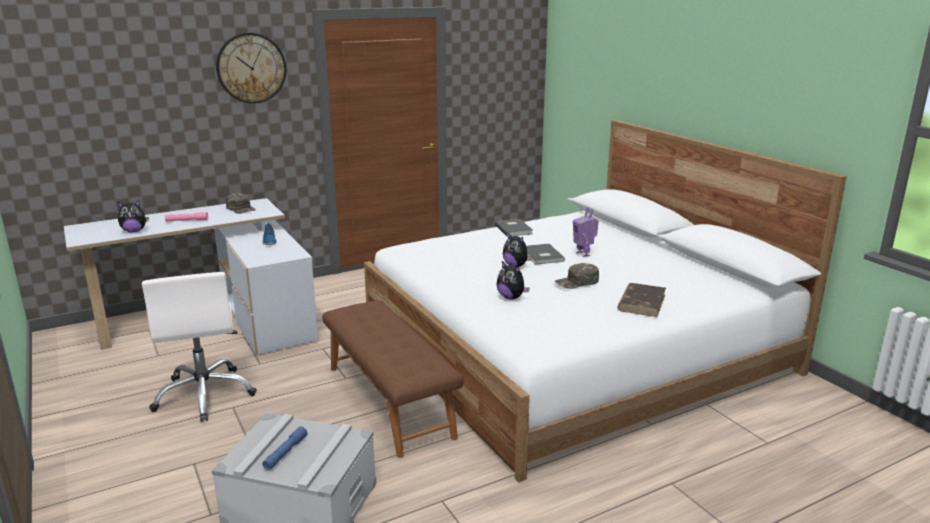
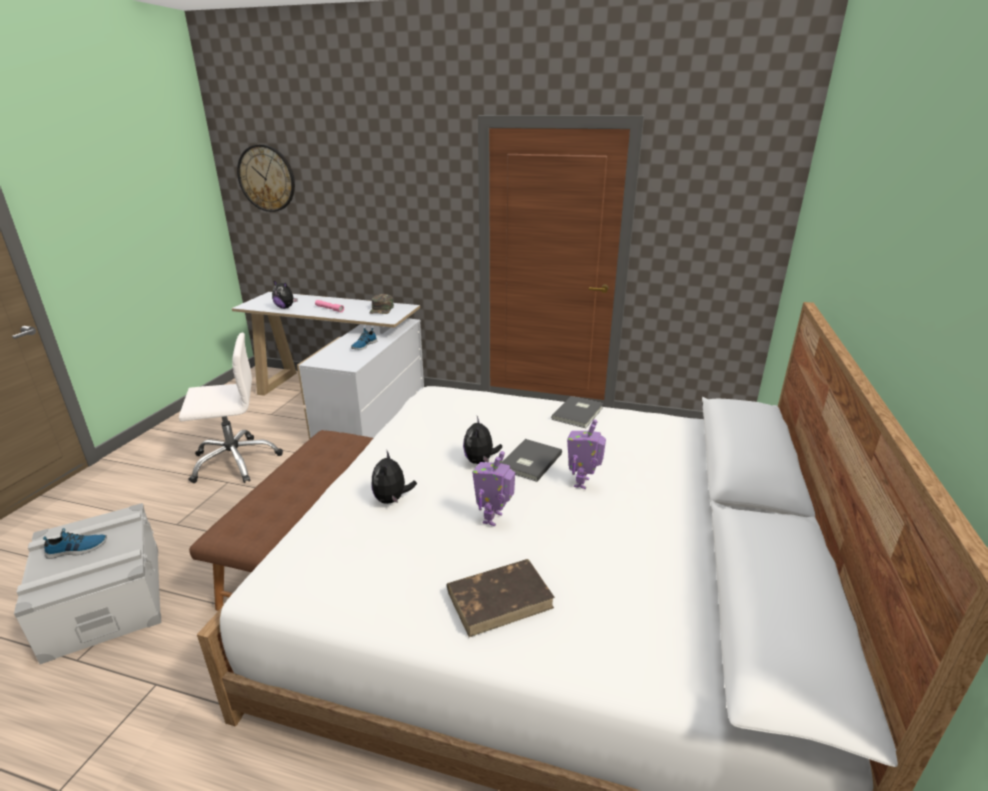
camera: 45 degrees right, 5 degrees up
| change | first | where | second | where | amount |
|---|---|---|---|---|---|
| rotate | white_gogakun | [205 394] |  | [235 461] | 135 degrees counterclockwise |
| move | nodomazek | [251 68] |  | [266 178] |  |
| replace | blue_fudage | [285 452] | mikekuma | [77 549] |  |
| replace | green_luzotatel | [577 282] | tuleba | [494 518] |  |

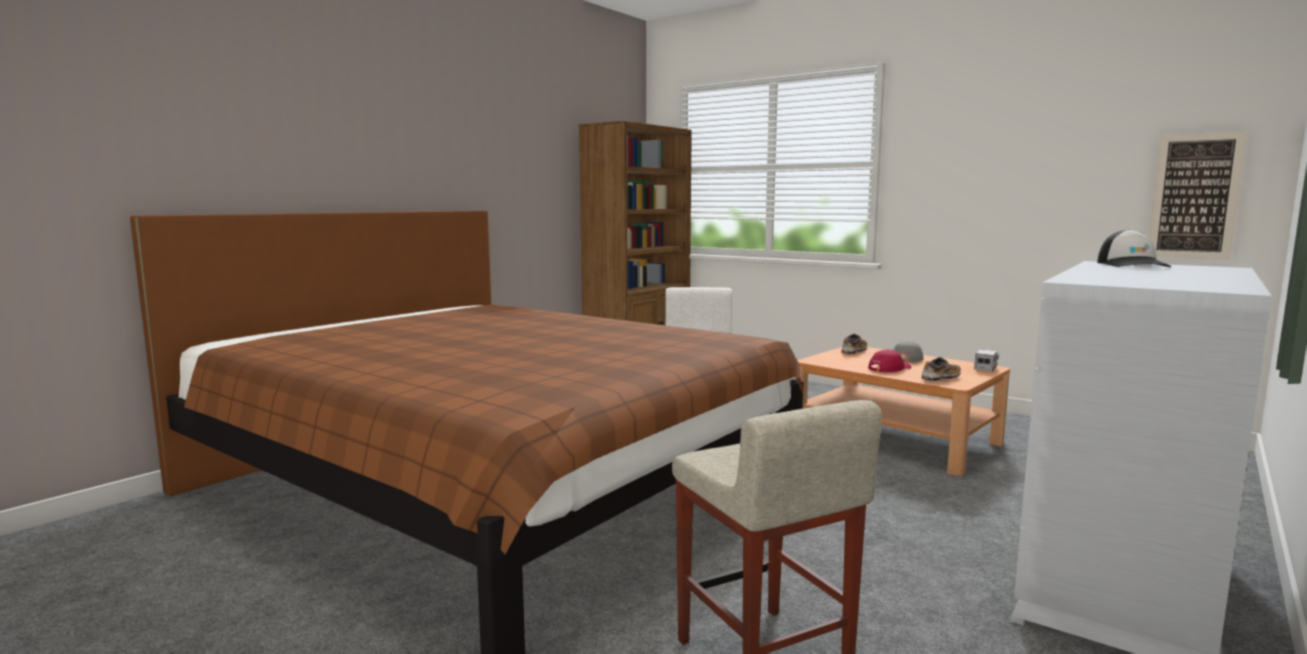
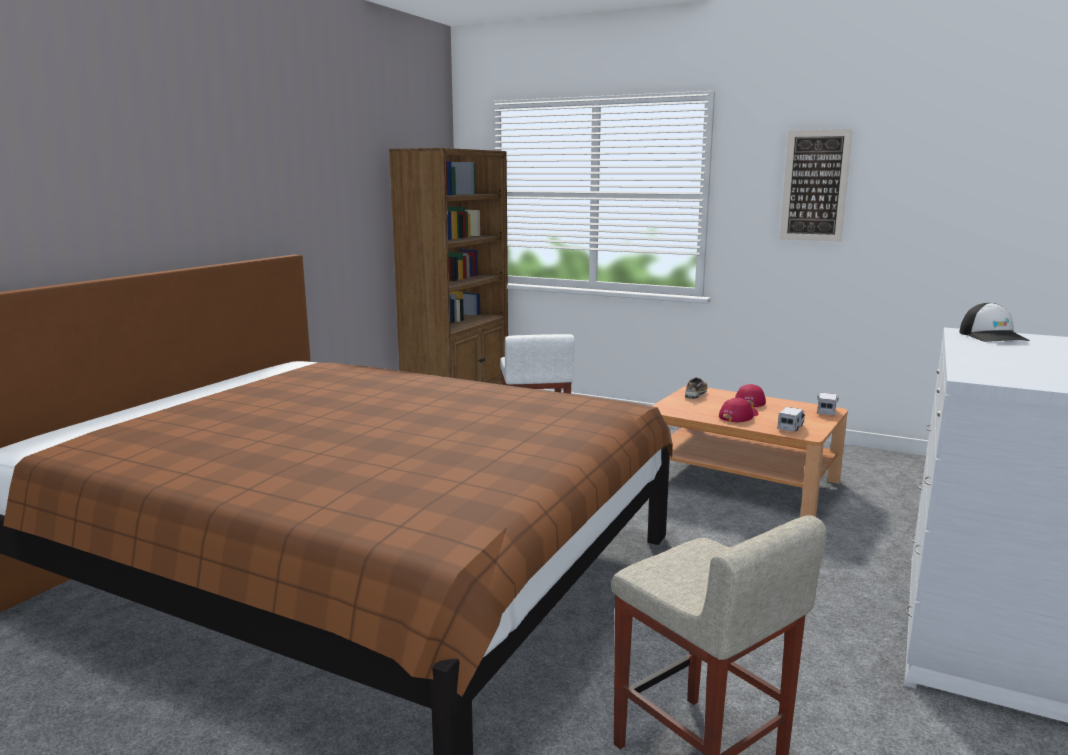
camera: 10 degrees left, 5 degrees up
| change | first | where | second | where | amount |
|---|---|---|---|---|---|
| recolor | grey_luzotatel | [907 358] | red_luzotatel | [750 401] |  |
| replace | mikekuma | [940 378] | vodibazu | [791 427] |  |
| move | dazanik | [1194 196] |  | [815 186] |  |

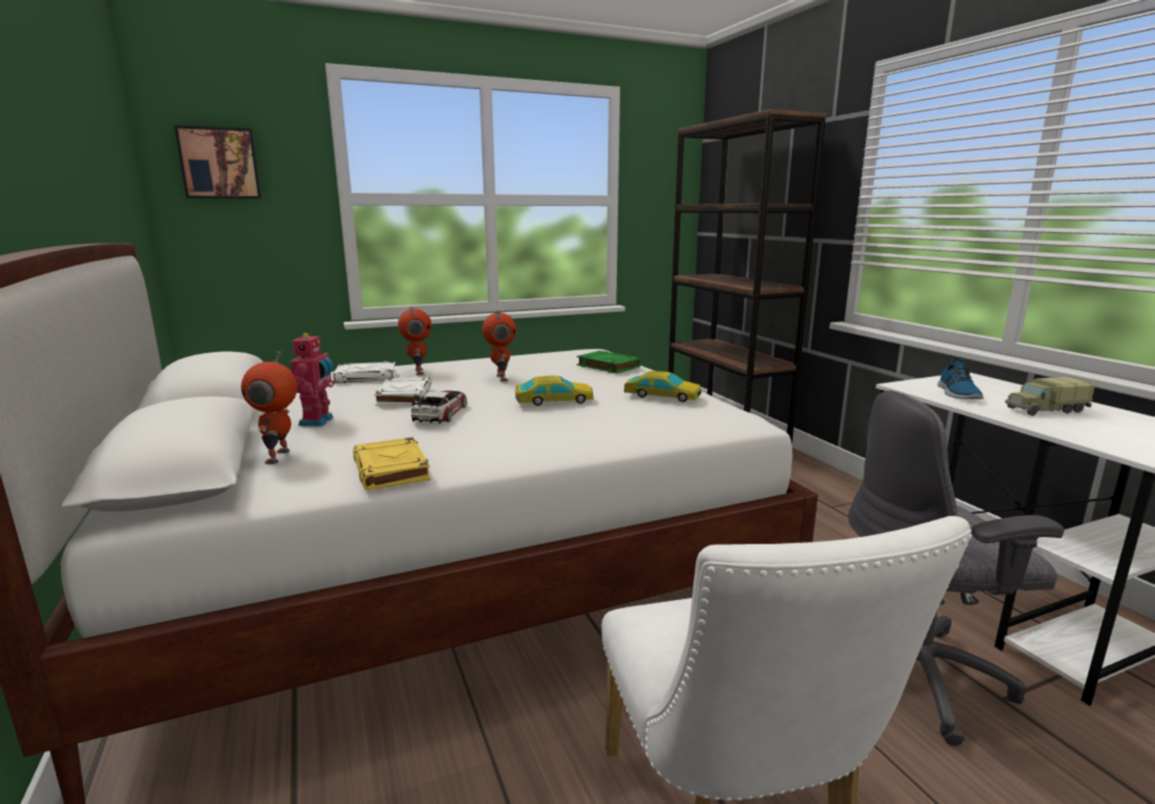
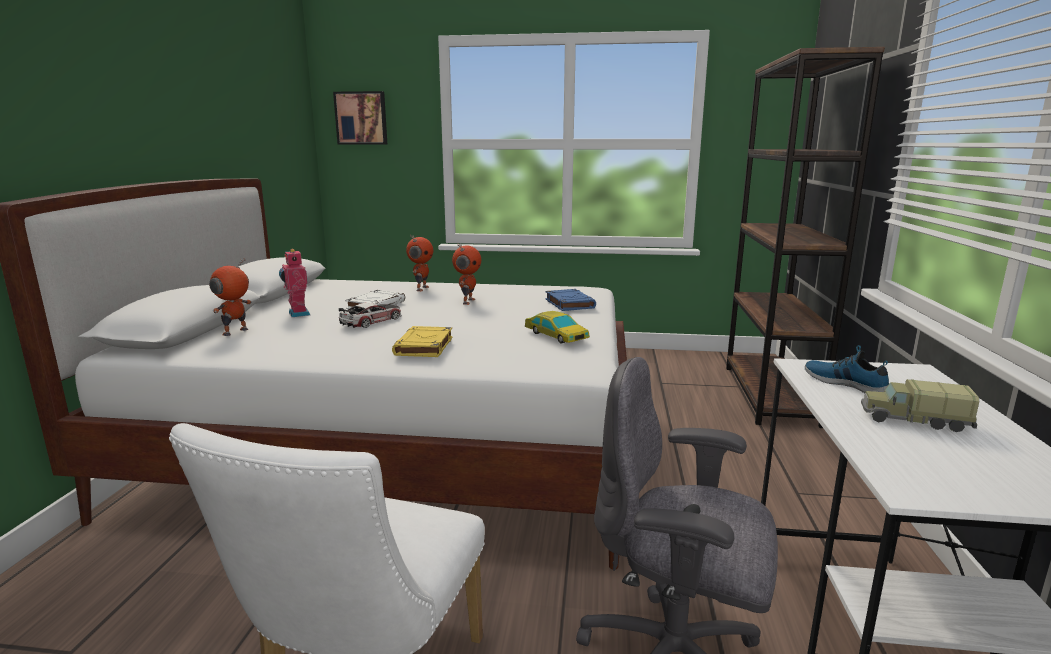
camera: 30 degrees right, 0 degrees up
| change | first | where | second | where | amount |
|---|---|---|---|---|---|
| rotate | tuleba | [318 421] |  | [297 314] | 120 degrees clockwise |
| delete | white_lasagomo | [367 377] |  |  |  |
| move | yellow_lasagomo | [392 470] |  | [424 347] |  |
| delete | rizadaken | [554 400] |  |  |  |
| recolor | green_lasagomo | [607 366] | blue_lasagomo | [569 304] |  |
| rotate | mikekuma | [957 393] |  | [845 383] | 105 degrees clockwise |

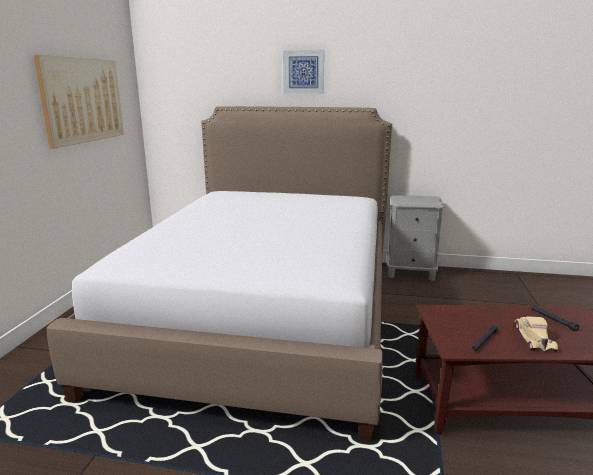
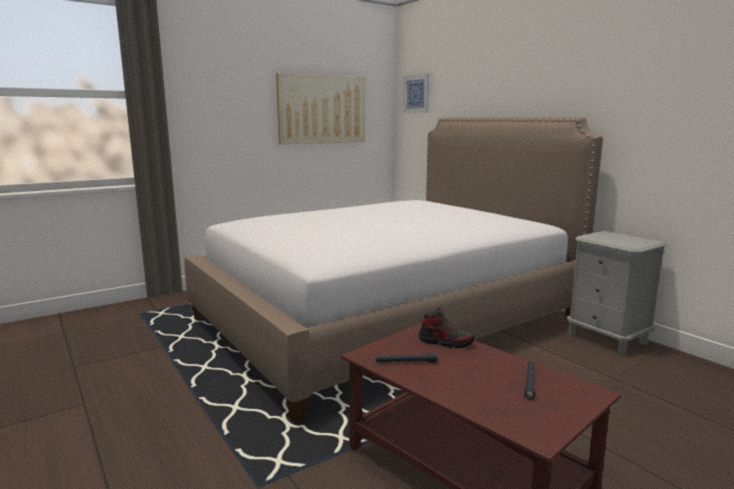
camera: 45 degrees right, 5 degrees down
| change | first | where | second | where | amount |
|---|---|---|---|---|---|
| move | dazanik | [303 72] |  | [416 93] |  |
| delete | beige_rizadaken | [533 338] |  |  |  |
| insert |  |  | mikekuma | [446 342] |  |

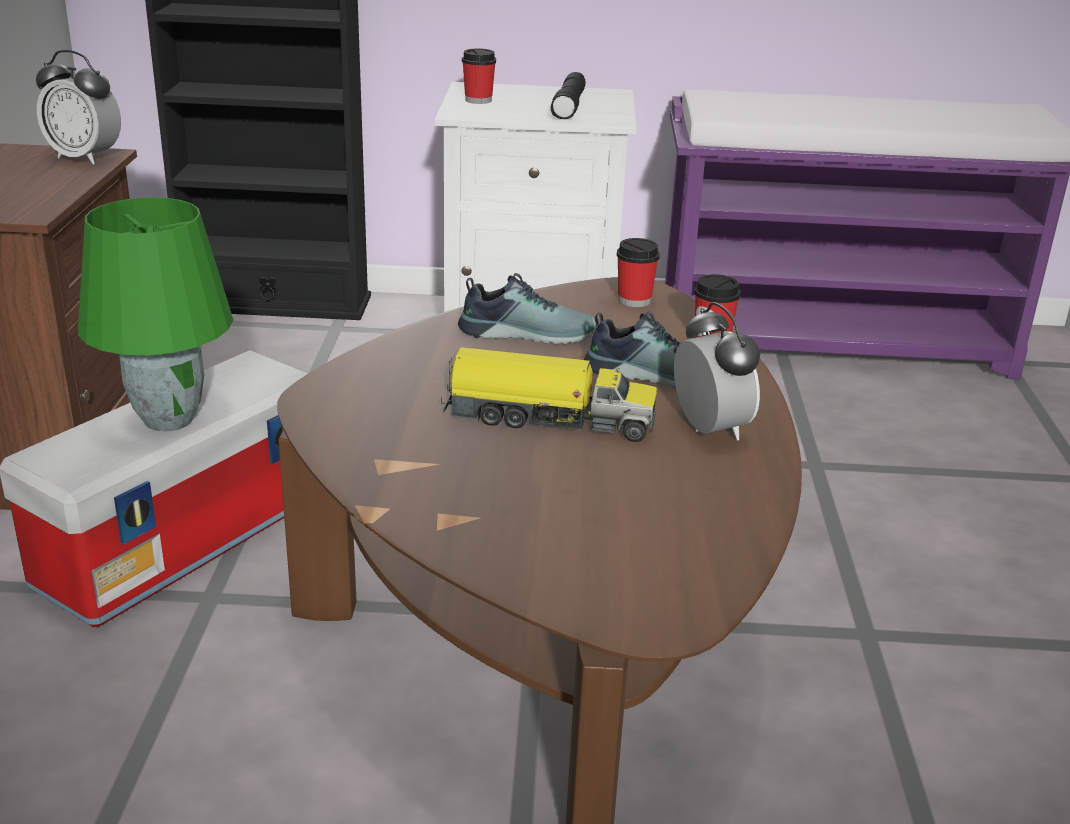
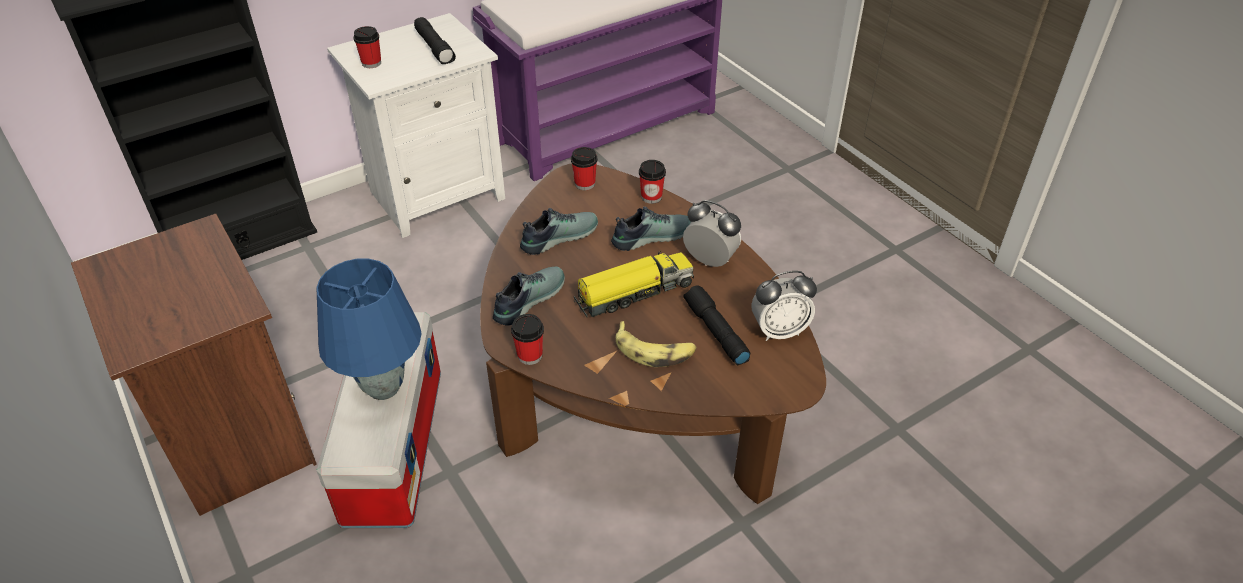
camera: 35 degrees left, 15 degrees up
| change | first | where | second | where | amount |
|---|---|---|---|---|---|
| move | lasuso | [85 158] |  | [779 331] |  |
| recolor | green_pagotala | [168 419] | blue_pagotala | [382 388] |  |
| insert |  |  | mikekuma | [527 299] |  |
| insert |  |  | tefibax | [530 355] |  |
| insert |  |  | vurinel | [654 351] |  |
| insert |  |  | black_fudage | [714 332] |  |

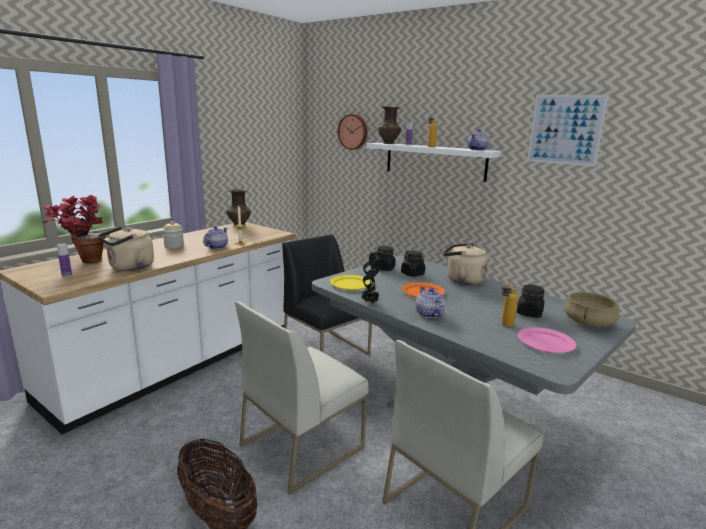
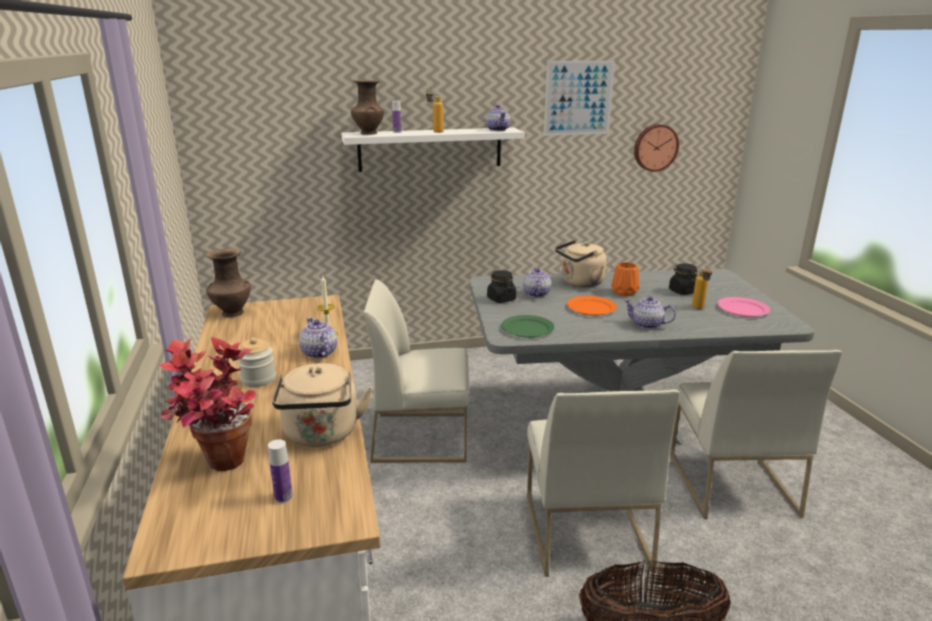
camera: 50 degrees left, 5 degrees up
| change | first | where | second | where | amount |
|---|---|---|---|---|---|
| recolor | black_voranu | [327 351] | white_voranu | [422 436] |  |
| recolor | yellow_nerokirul | [350 284] | green_nerokirul | [527 329] |  |
| move | nodomazek | [353 132] |  | [655 147] |  |
| delete | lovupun | [370 303] |  |  |  |
| replace | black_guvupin | [412 274] | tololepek | [536 294] |  |
| delete | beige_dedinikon | [588 323] |  |  |  |
| insert |  |  | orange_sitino | [624 292] |  |

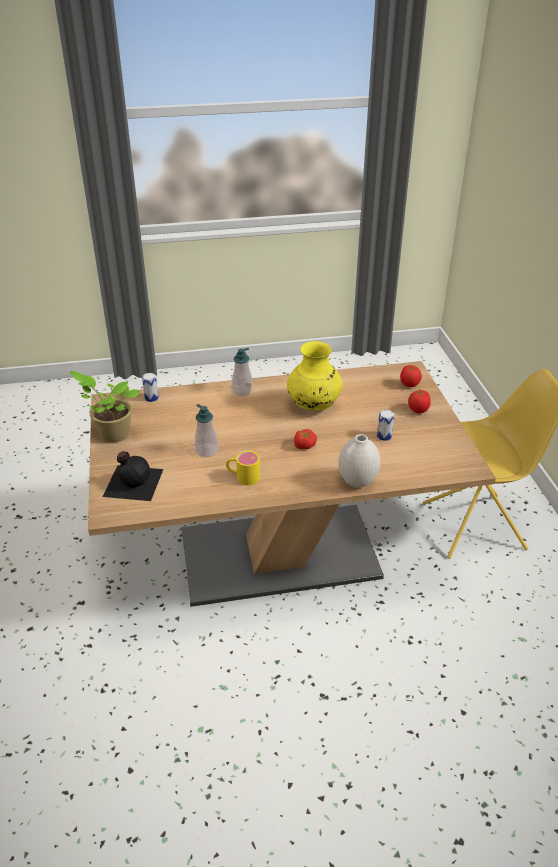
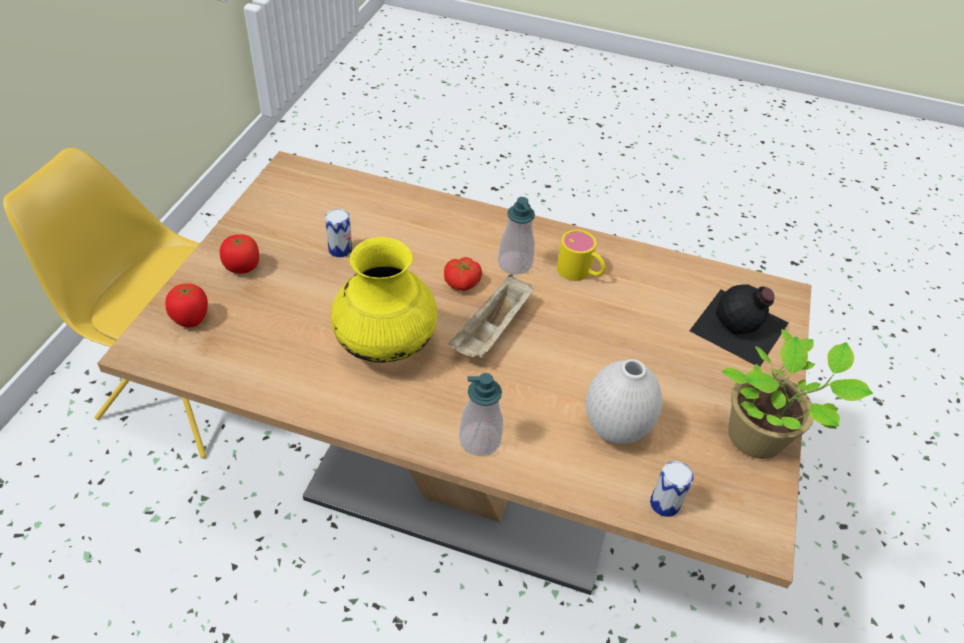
camera: 155 degrees left, 10 degrees up
| change | first | where | second | where | amount |
|---|---|---|---|---|---|
| move | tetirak | [206 451] |  | [515 264] |  |
| move | white_sitino | [357 481] |  | [615 430] |  |
| insert |  |  | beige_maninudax | [492 331] |  |

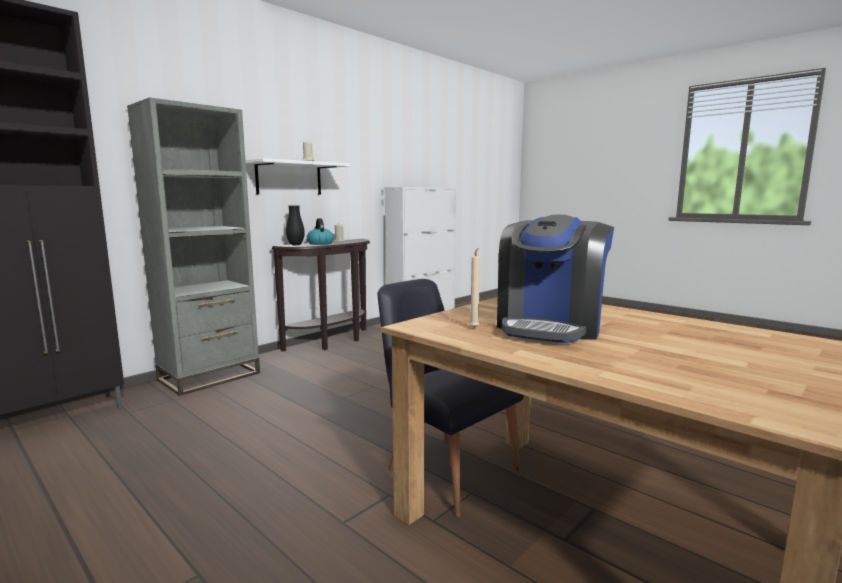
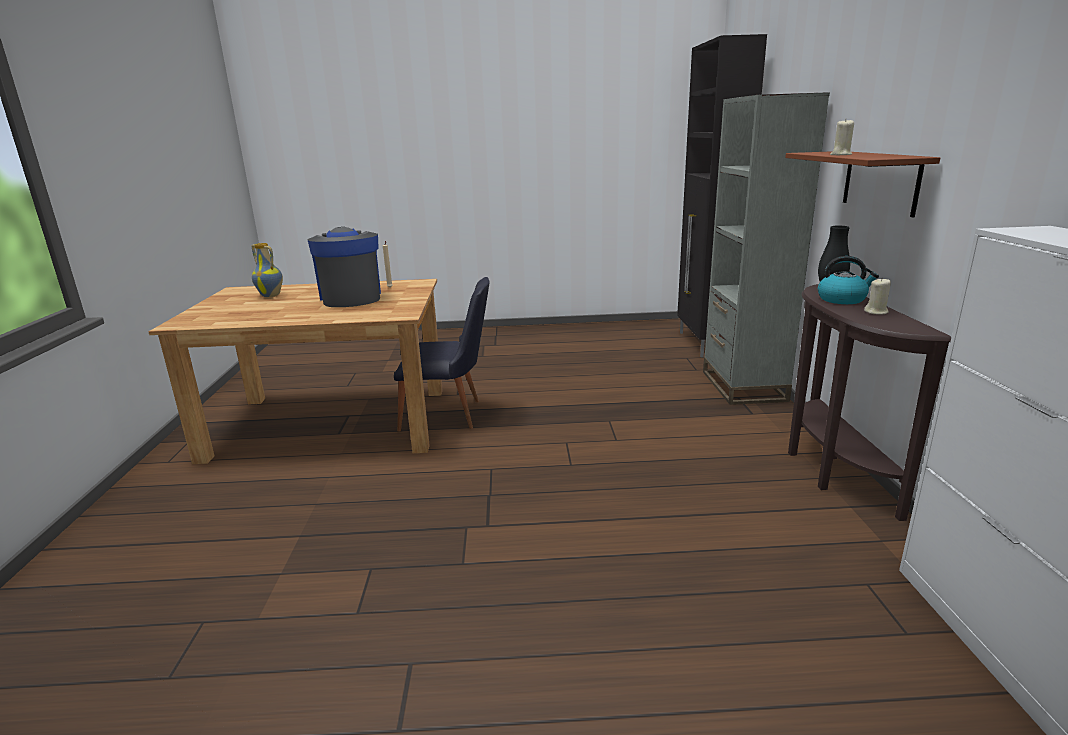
camera: 135 degrees right, 10 degrees up
| change | first | where | second | where | amount |
|---|---|---|---|---|---|
| recolor | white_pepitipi | [289 178] | brown_pepitipi | [880 181] |  |
| insert |  |  | sitino | [271 295] |  |

